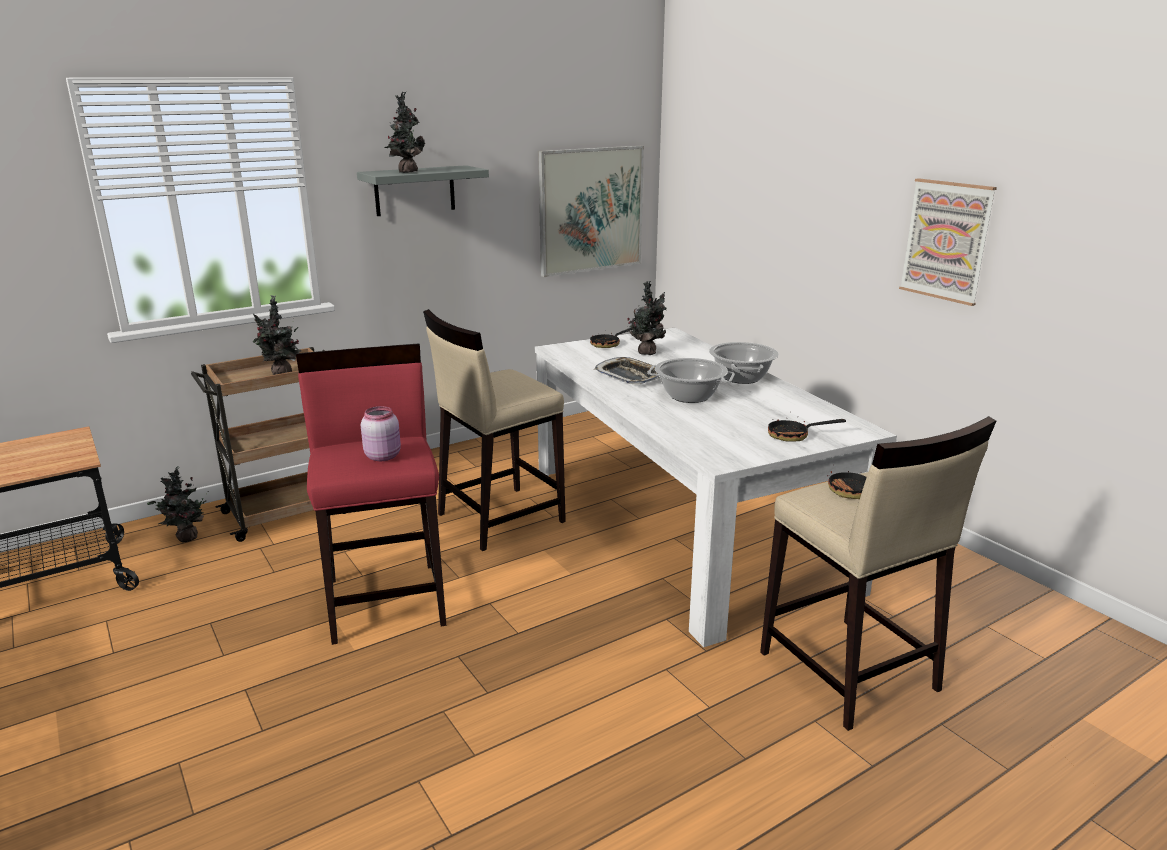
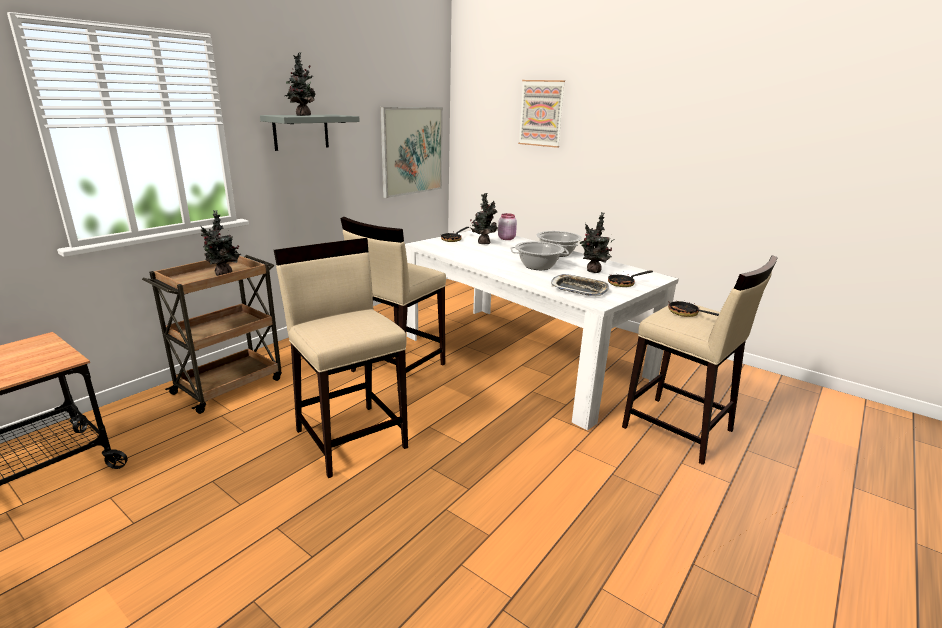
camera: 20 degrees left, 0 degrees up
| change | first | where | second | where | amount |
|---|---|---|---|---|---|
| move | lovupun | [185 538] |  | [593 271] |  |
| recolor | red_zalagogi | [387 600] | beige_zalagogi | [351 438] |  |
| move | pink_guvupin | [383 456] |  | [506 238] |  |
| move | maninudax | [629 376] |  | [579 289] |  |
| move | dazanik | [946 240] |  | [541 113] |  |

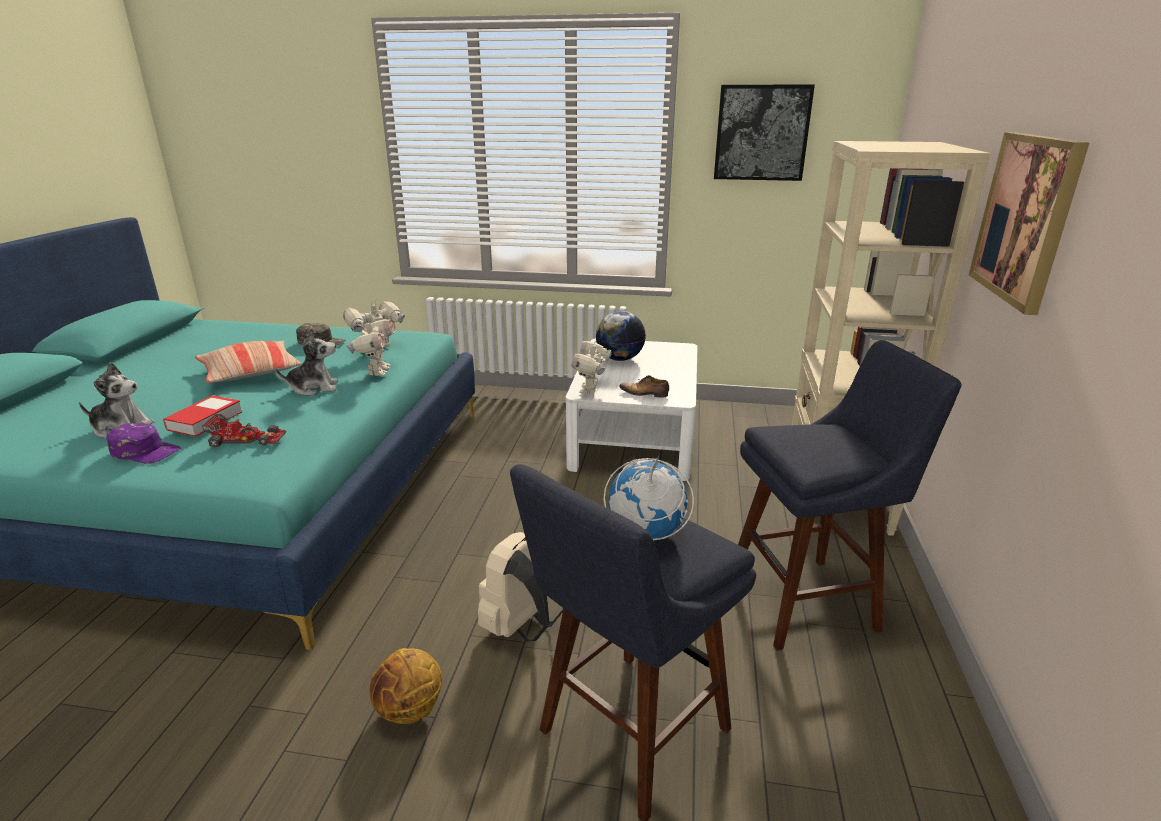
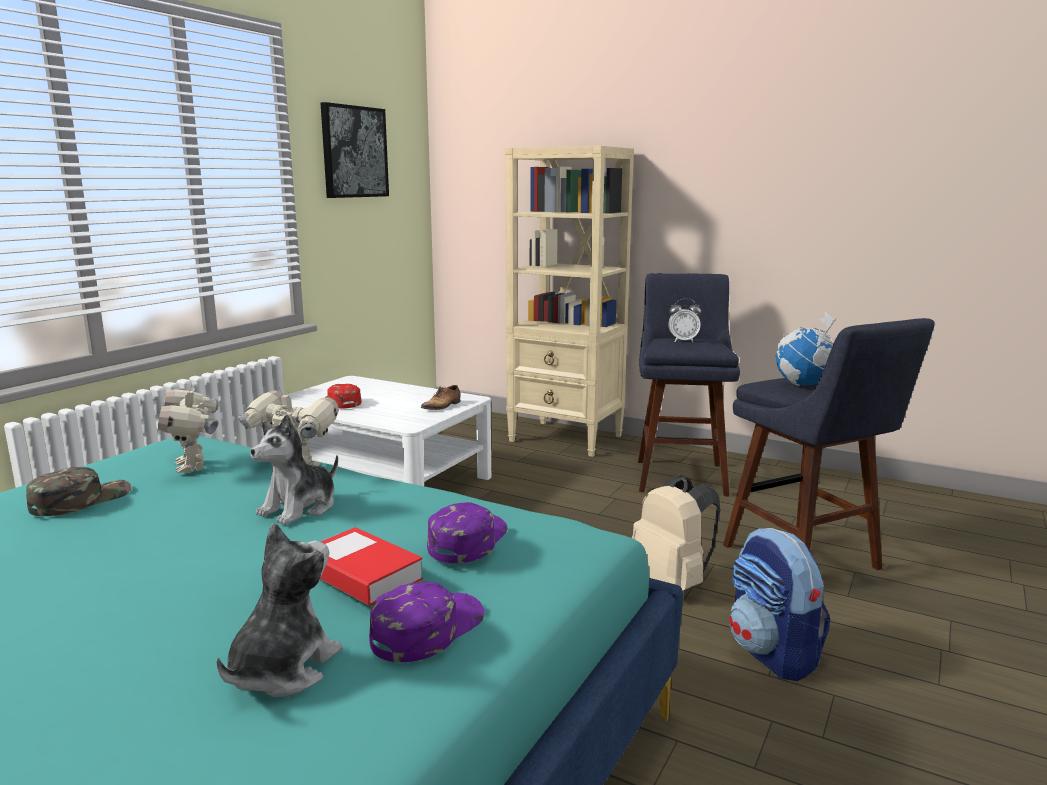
camera: 70 degrees left, 10 degrees down
| change | first | where | second | where | amount |
|---|---|---|---|---|---|
| delete | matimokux | [250 372] |  |  |  |
| replace | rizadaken | [247 438] | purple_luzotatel | [467 540] |  |
| rotate | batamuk | [314 388] |  | [300 508] | 150 degrees counterclockwise |
| replace | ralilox | [409 710] | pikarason | [773 654] |  |
| delete | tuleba | [590 390] |  |  |  |
| replace | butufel | [619 359] | red_luzotatel | [341 402] |  |
| delete | dazanik | [1026 219] |  |  |  |
| insert |  |  | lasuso | [683 341] |  |

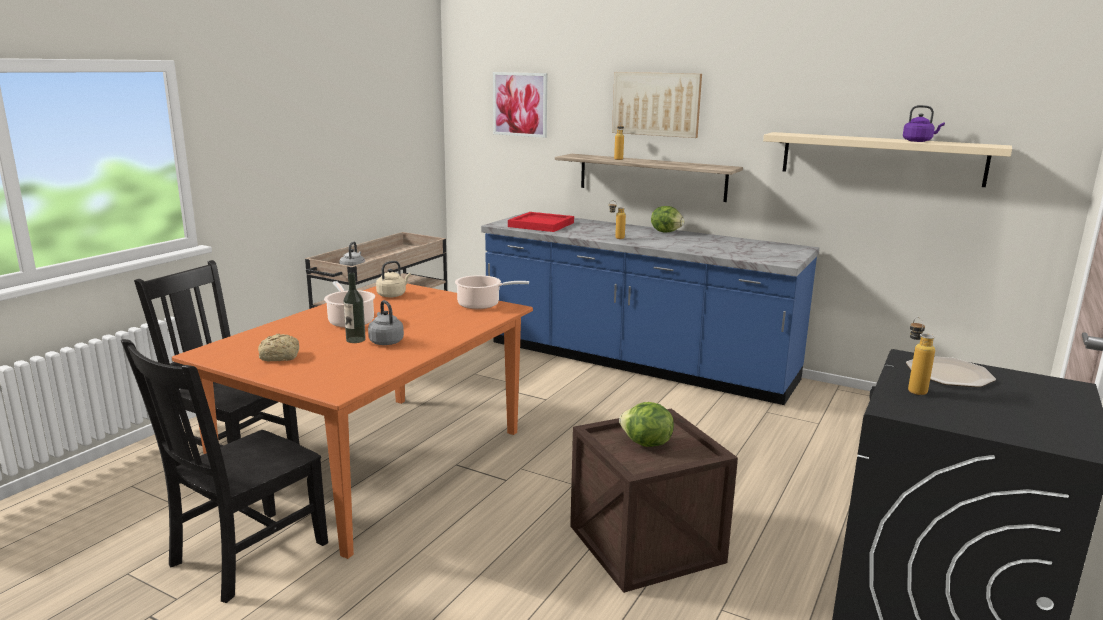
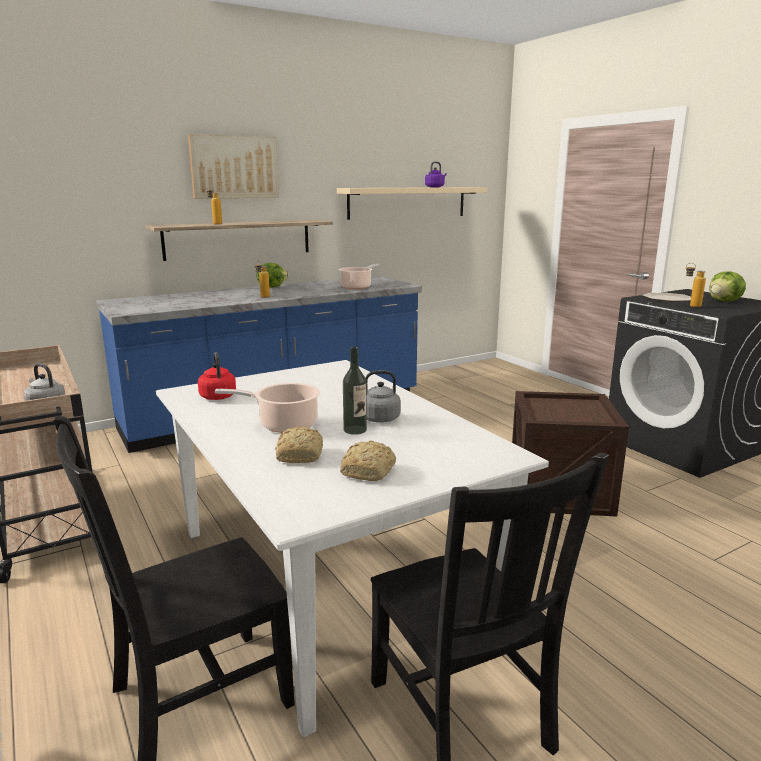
camera: 60 degrees left, 0 degrees up
| change | first | where | second | where | amount |
|---|---|---|---|---|---|
| recolor | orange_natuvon | [378 465] | white_natuvon | [330 580] |  |
| recolor | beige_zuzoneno | [393 295] | red_zuzoneno | [218 396] |  |
| move | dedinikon | [481 305] |  | [357 287] |  |
| delete | dazanik | [520 104] |  |  |  |
| delete | red_maninudax | [542 224] |  |  |  |
| move | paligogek | [646 444] |  | [724 301] |  |
| insert |  |  | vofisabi | [300 454] |  |

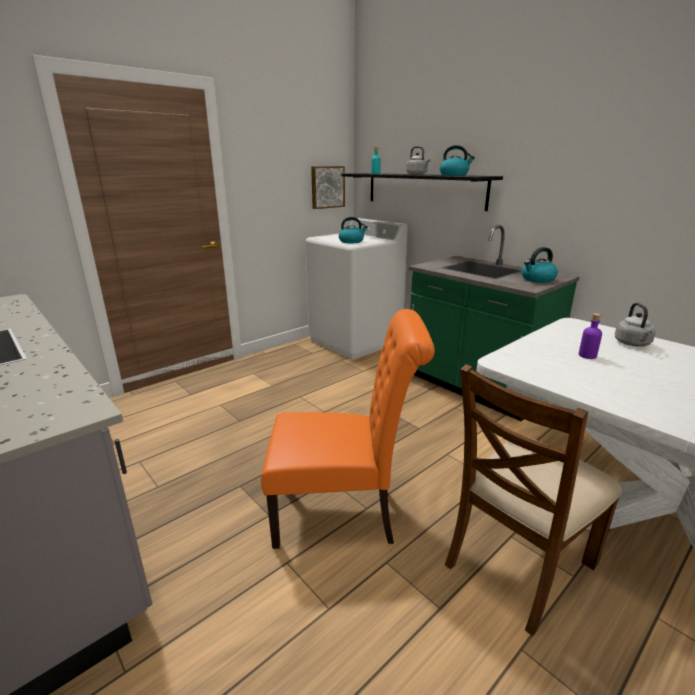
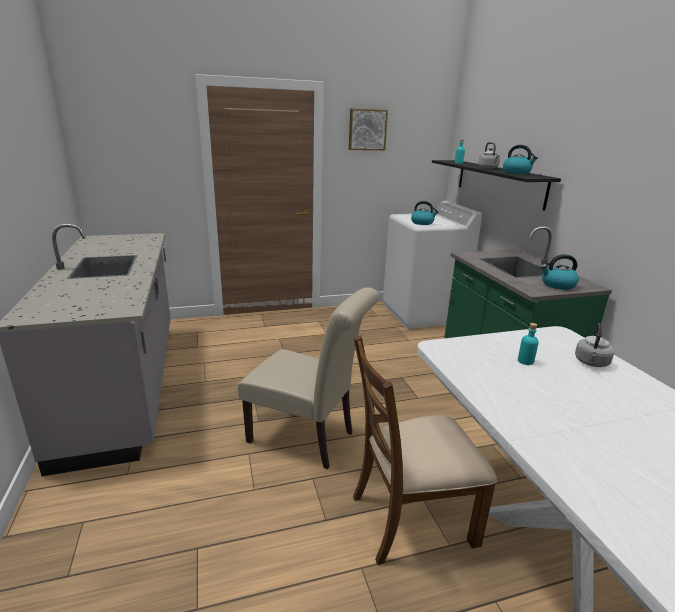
camera: 25 degrees right, 0 degrees up
| change | first | where | second | where | amount |
|---|---|---|---|---|---|
| recolor | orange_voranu | [343 514] | beige_voranu | [307 438] |  |
| move | dazanik | [327 187] |  | [367 129] |  |
| recolor | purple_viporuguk | [587 355] | turquoise_viporuguk | [525 361] |  |

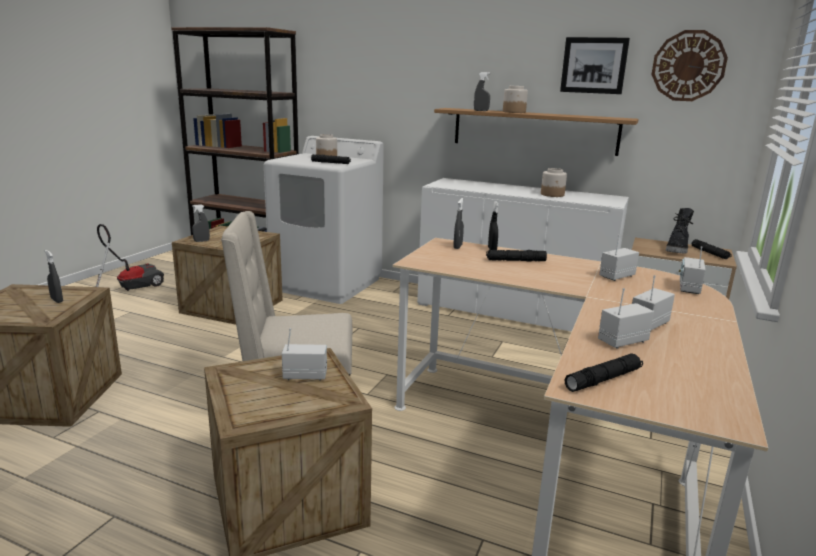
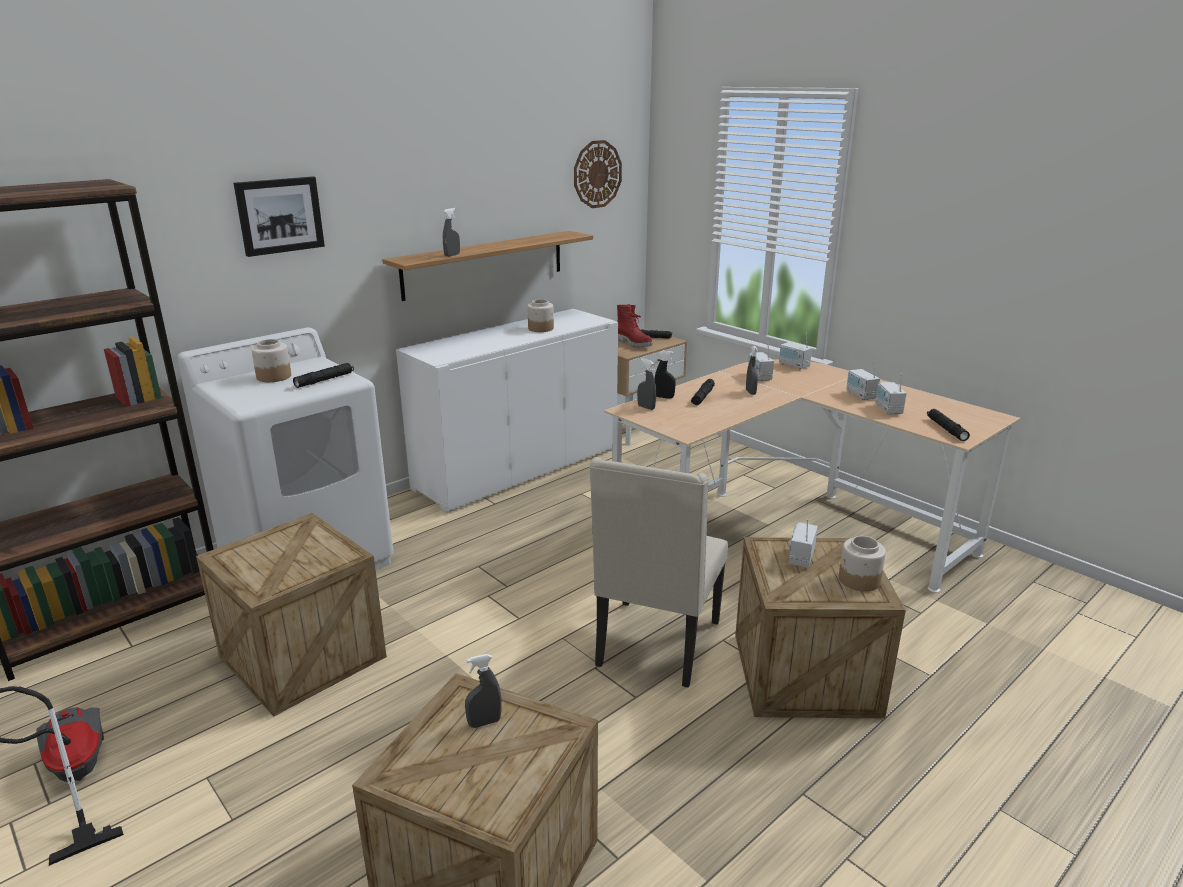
camera: 65 degrees left, 5 degrees up
| change | first | where | second | where | amount |
|---|---|---|---|---|---|
| move | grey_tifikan | [201 241] |  | [750 392] |  |
| move | guvupin | [513 112] |  | [859 580] |  |
| move | dazanik | [594 65] |  | [279 215] |  |
| recolor | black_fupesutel | [677 250] | red_fupesutel | [634 343] |  |

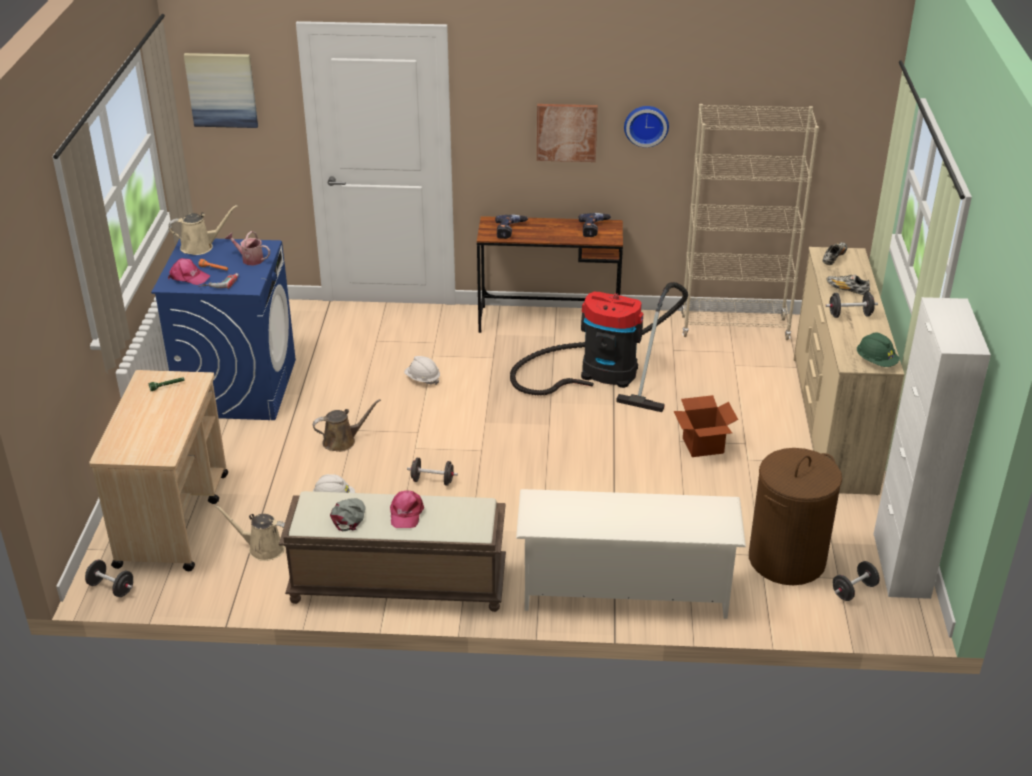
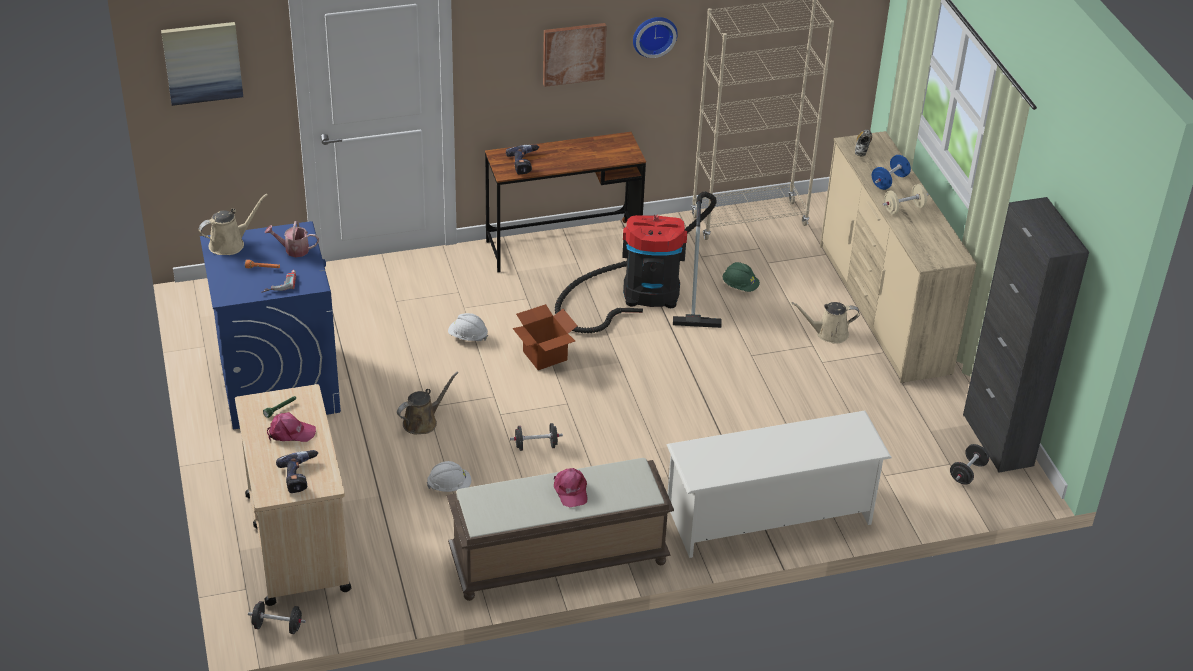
camera: 20 degrees left, 5 degrees up
| change | first | where | second | where | amount |
|---|---|---|---|---|---|
| move | pink_luzotatel | [189 277] |  | [290 432] |  |
| move | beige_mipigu | [262 548] |  | [828 333] |  |
| delete | grey_luzotatel | [348 516] |  |  |  |
| move | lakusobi | [594 229] |  | [301 475] |  |
| move | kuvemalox | [703 445] |  | [545 355] |  |
| delete | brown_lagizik | [787 560] |  |  |  |
| replace | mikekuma | [846 290] | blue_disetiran | [889 181] |  |
| recolor | black_disetiran | [850 315] | beige_disetiran | [904 209] |  |
| move | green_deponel | [876 361] |  | [740 286] |  |
| recolor | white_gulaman | [901 565] | black_gulaman | [997 440] |  |

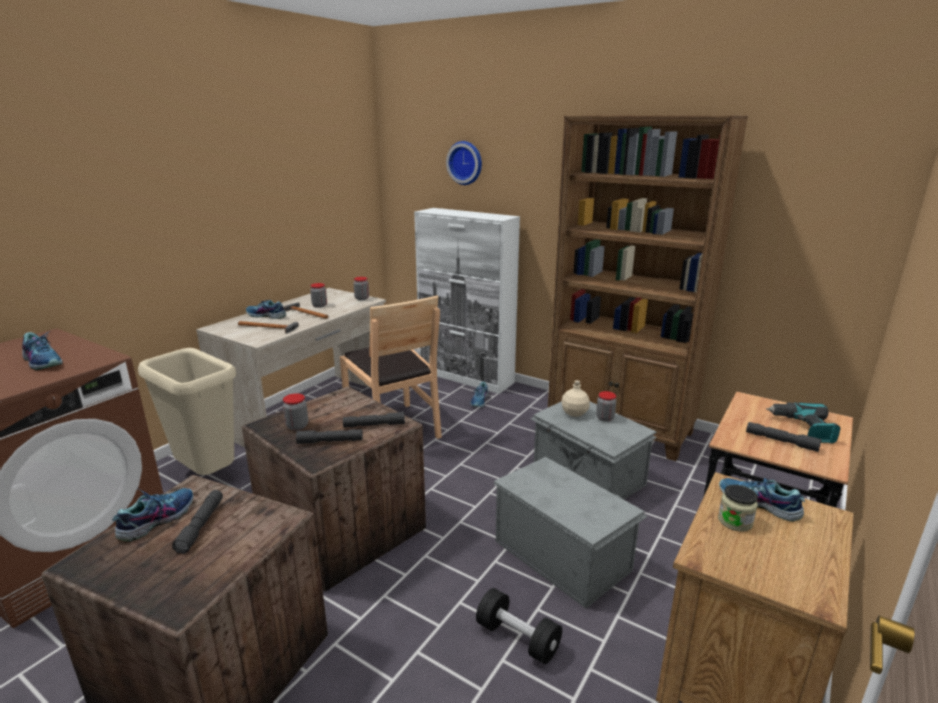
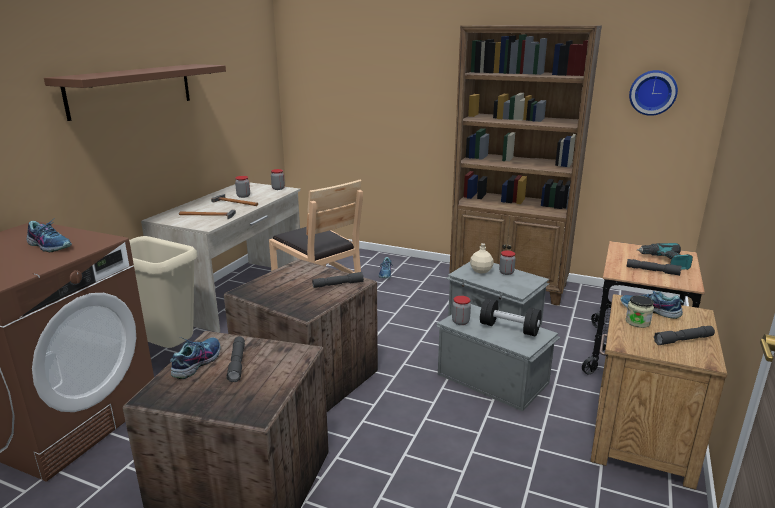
camera: 10 degrees left, 0 degrees up
| change | first | where | second | where | amount |
|---|---|---|---|---|---|
| delete | mikekuma | [266 316] |  |  |  |
| move | guvupin | [297 426] |  | [460 322] |  |
| move | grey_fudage | [330 441] |  | [683 340] |  |
| delete | white_gulaman | [466 377] |  |  |  |
| move | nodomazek | [466 163] |  | [653 92] |  |
| move | black_disetiran | [517 638] |  | [509 328] |  |
| insert |  |  | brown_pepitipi | [132 90] |  |

